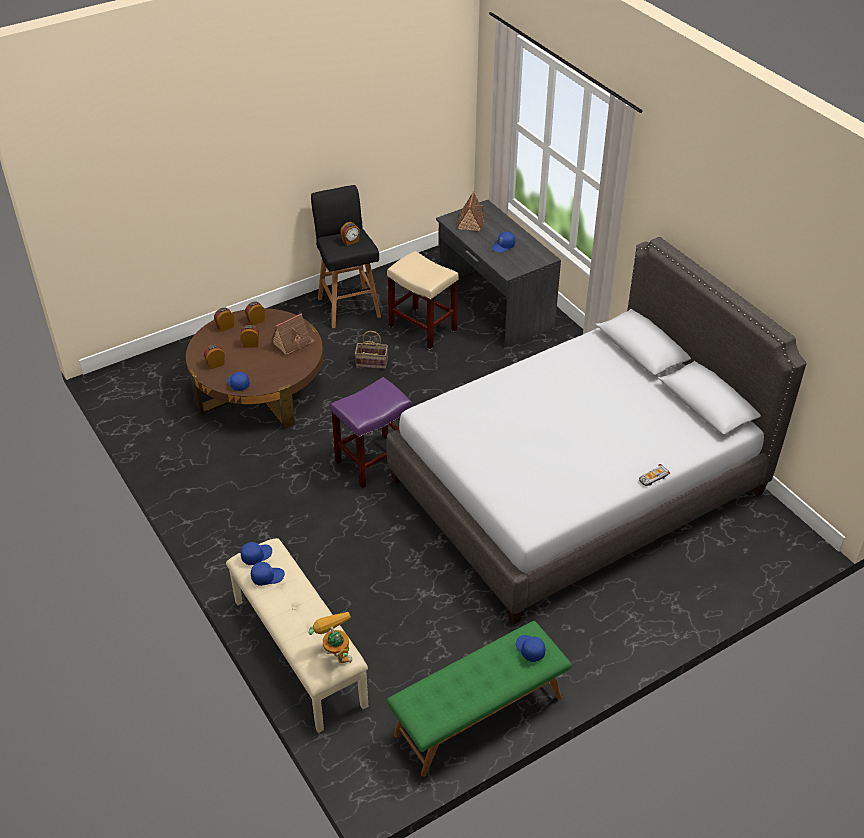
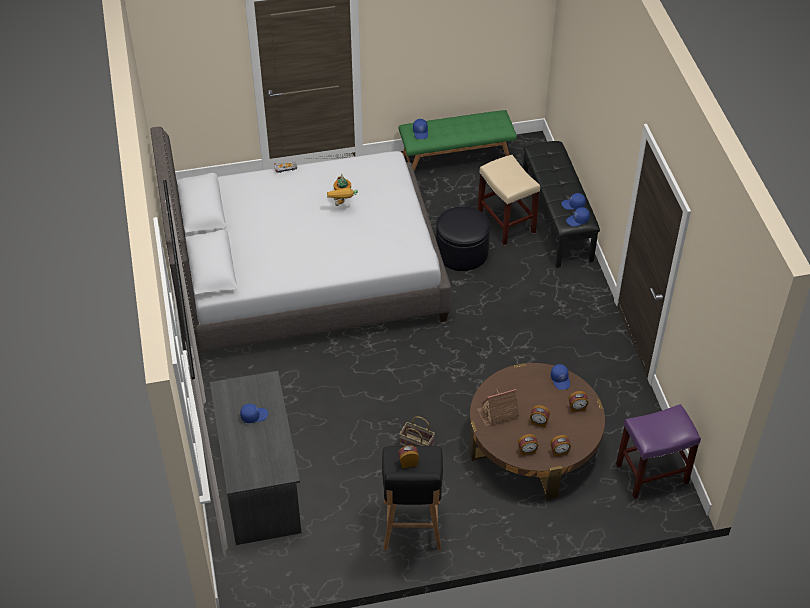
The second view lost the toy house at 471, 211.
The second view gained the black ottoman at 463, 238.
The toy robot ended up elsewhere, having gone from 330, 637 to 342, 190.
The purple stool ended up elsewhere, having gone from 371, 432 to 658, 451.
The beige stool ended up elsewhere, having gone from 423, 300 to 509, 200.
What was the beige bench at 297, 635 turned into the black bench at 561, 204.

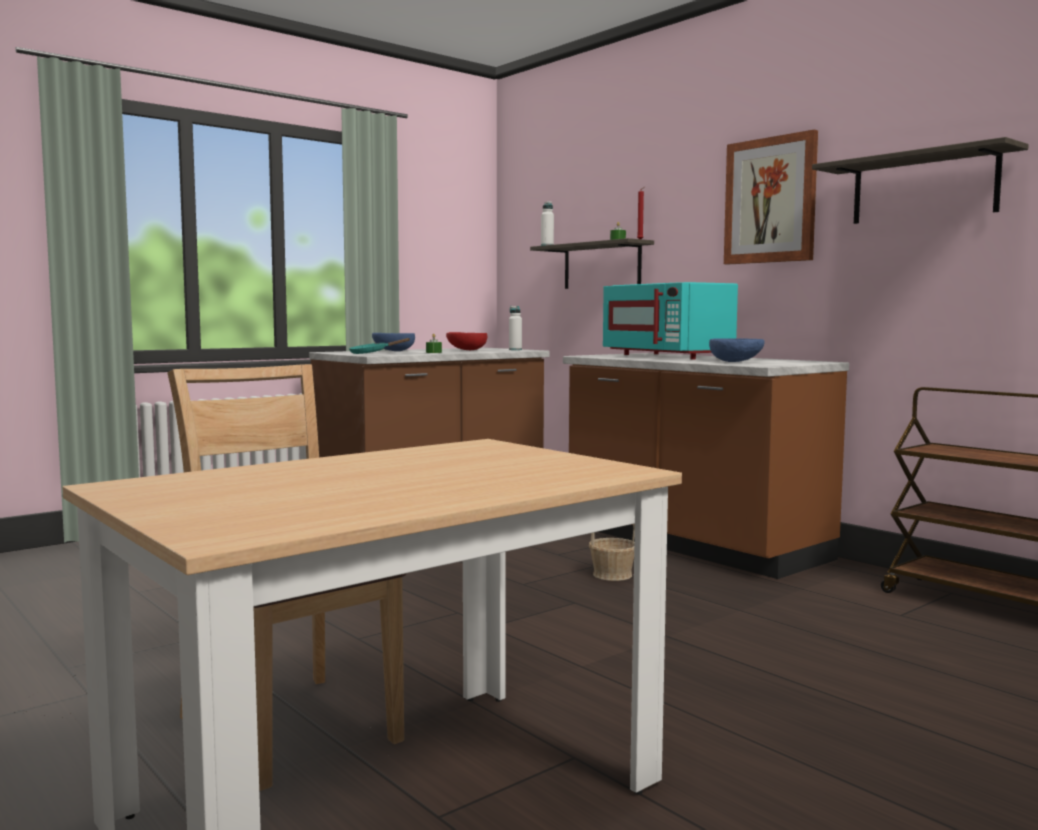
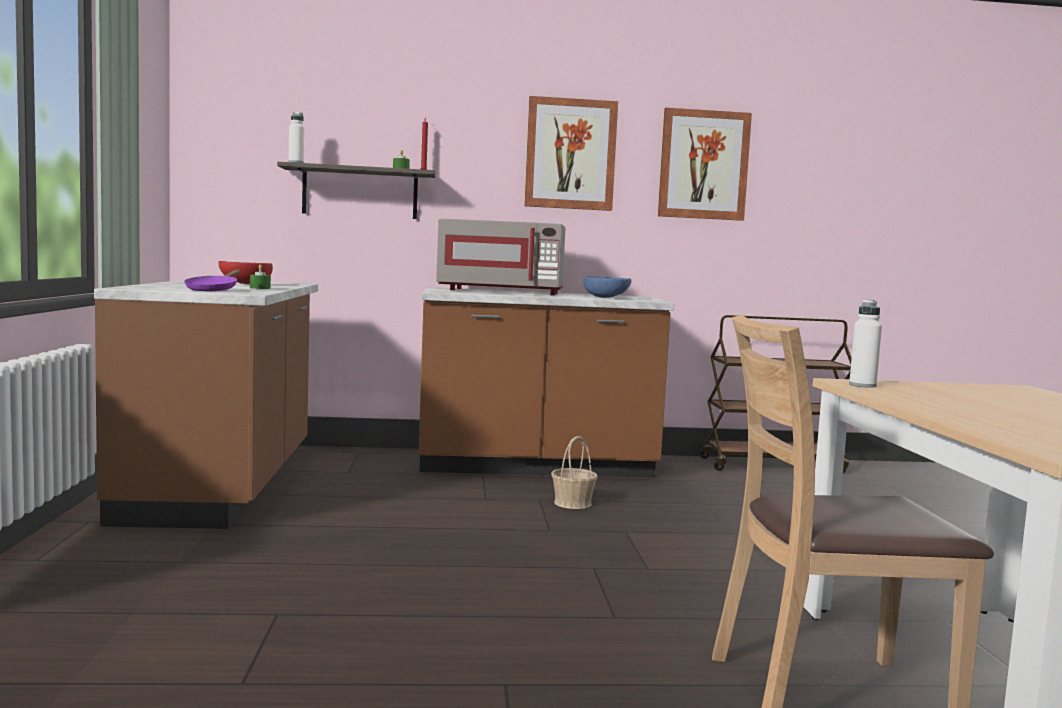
The second view lost the blue bowl at 393, 342.
The white bottle ended up elsewhere, having gone from 515, 328 to 865, 344.
Where the shelf hung at 920, 180, the picture came to hang at 705, 164.
What was the turquoise frying pan at 379, 346 turned into the purple frying pan at 212, 280.
What was the turquoise microwave at 670, 321 turned into the grey microwave at 500, 257.

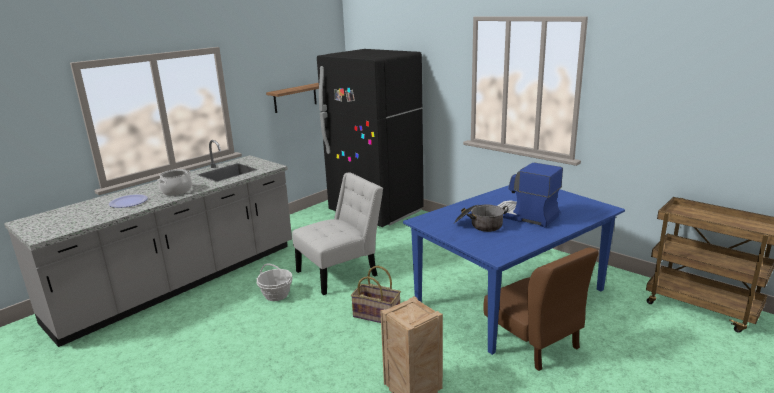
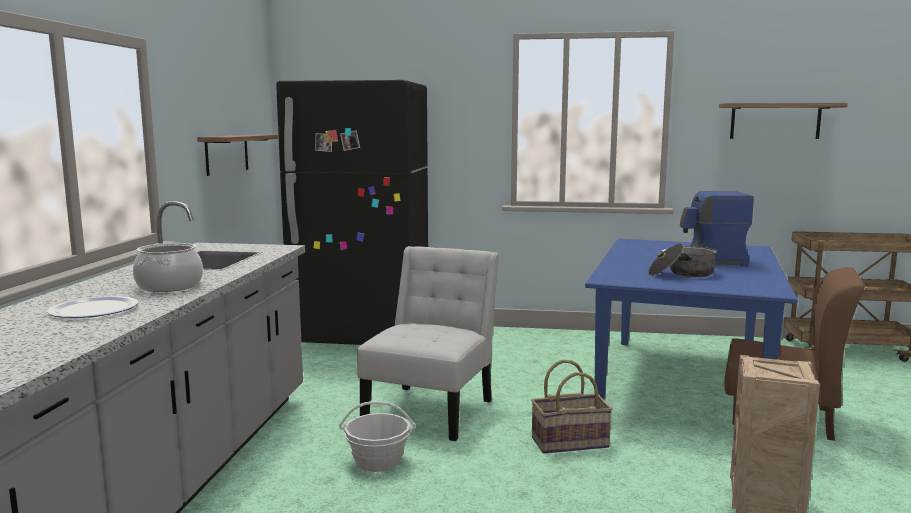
The second view gained the shelf at 783, 121.

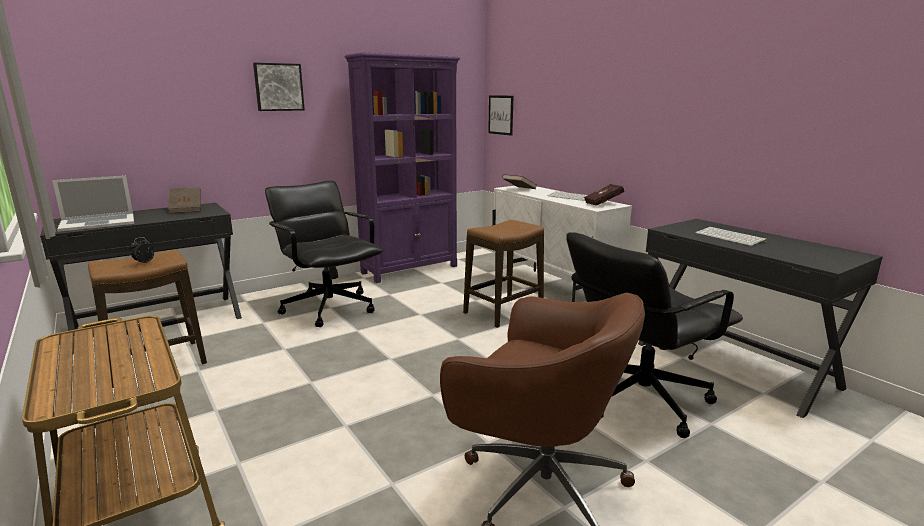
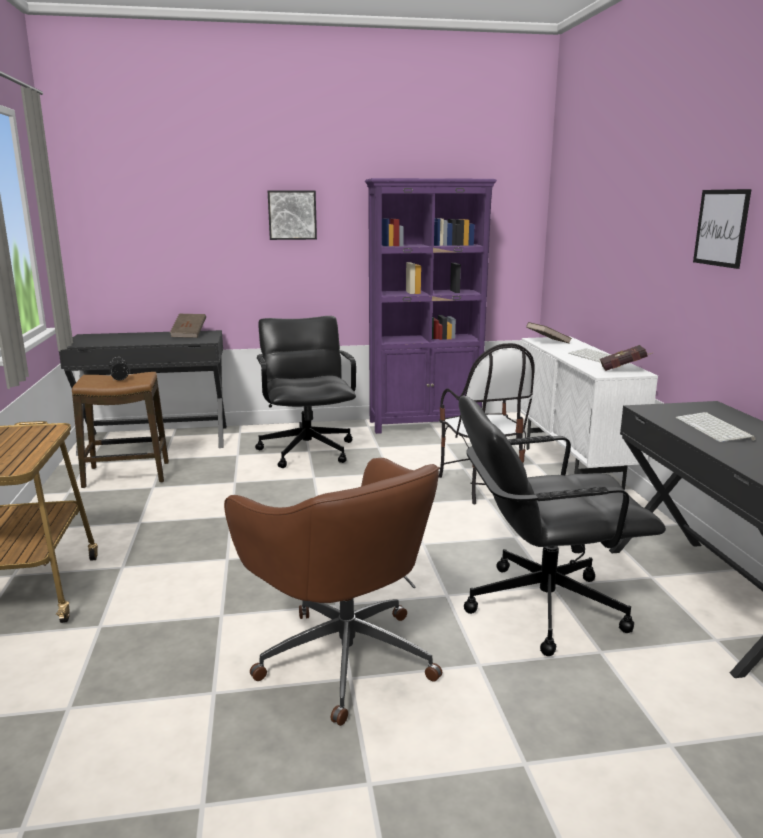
The second view lost the laptop at 93, 203.
The picture ended up elsewhere, having gone from 501, 116 to 722, 229.
Where the stool stood at 503, 274, the chair came to stand at 487, 423.

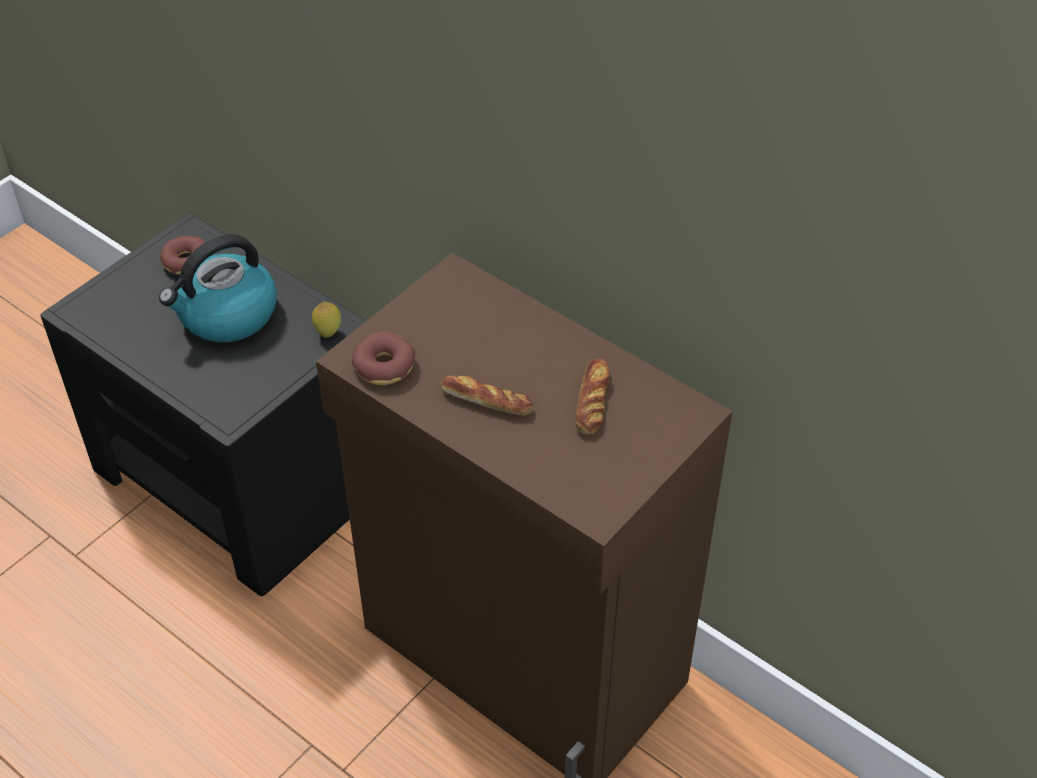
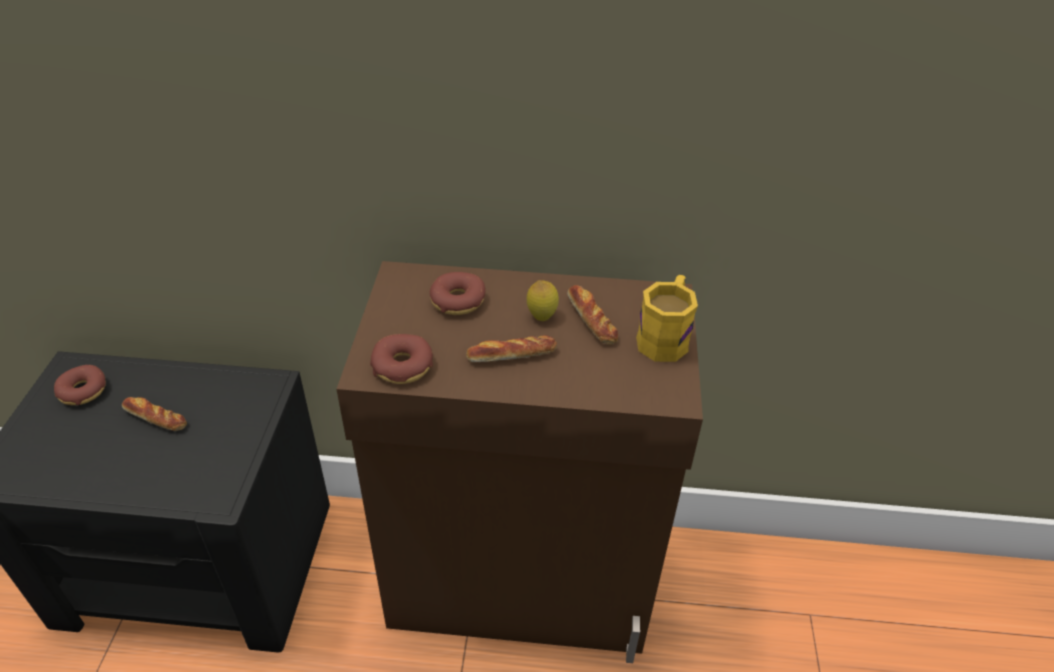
The second view gained the donut at 457, 293.
The second view gained the yellow mug at 667, 318.
The lemon ended up elsewhere, having gone from 326, 319 to 543, 300.
Where the kettle stood at 218, 288, the bread came to stand at 154, 414.

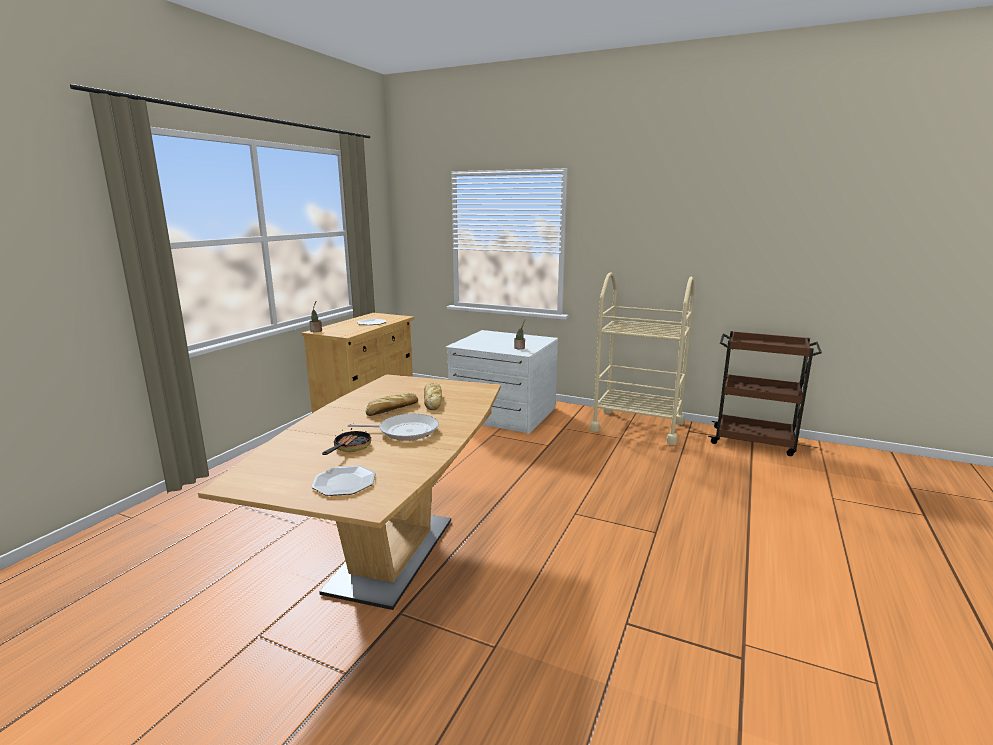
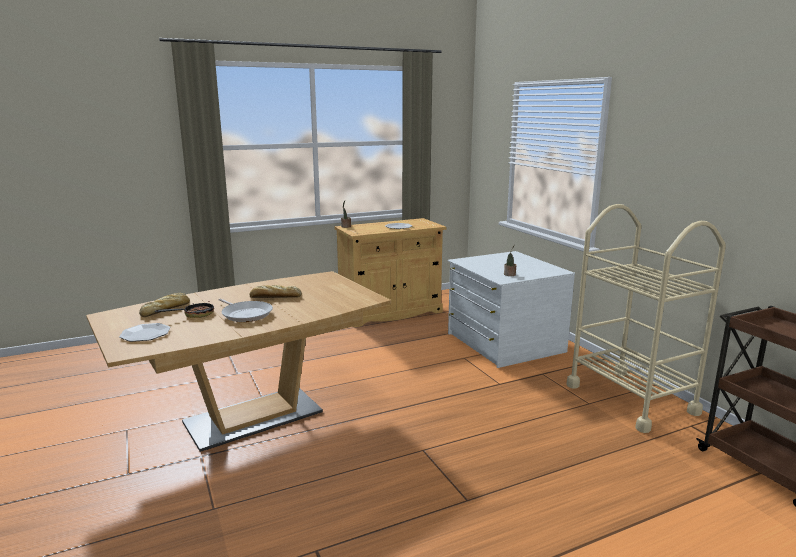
The bread ended up elsewhere, having gone from 433, 396 to 164, 305.

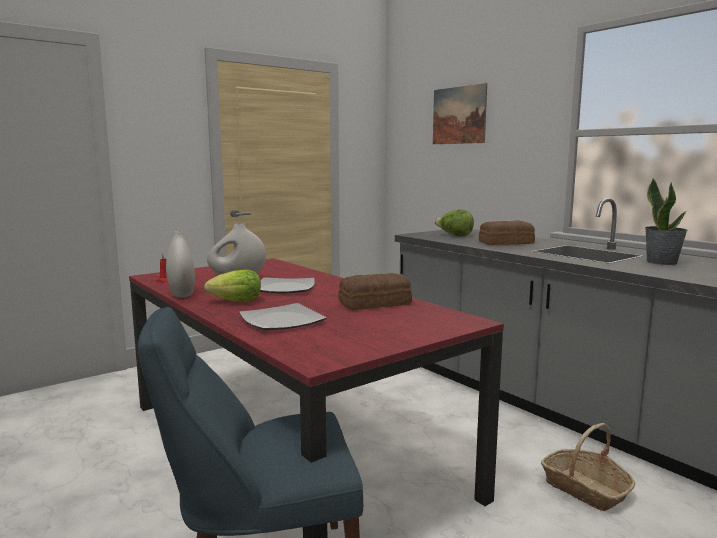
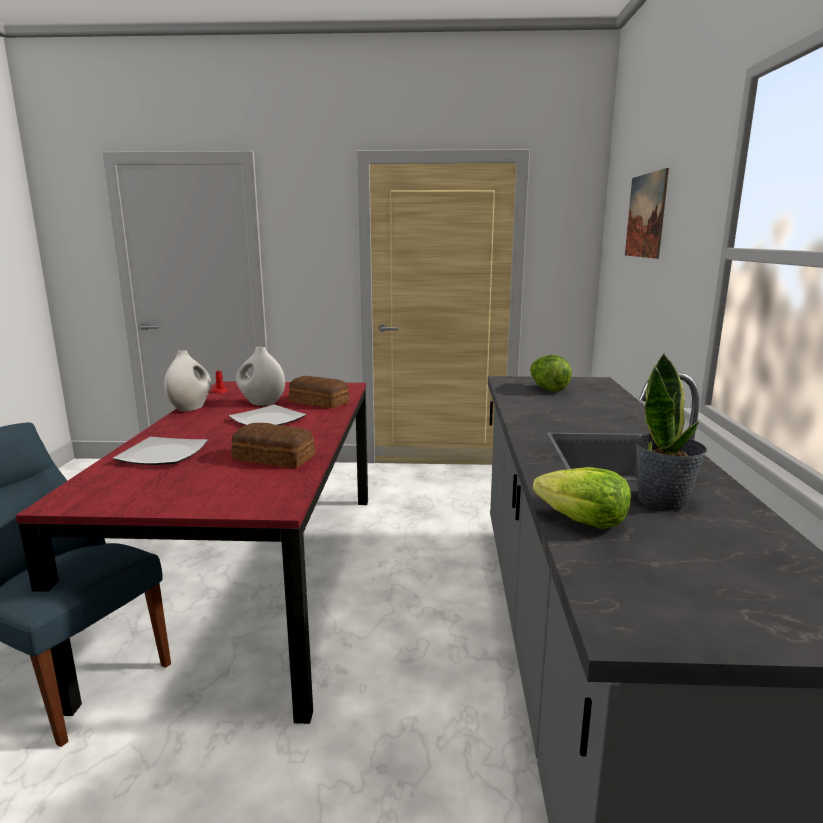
The second view lost the basket at 588, 467.
The lettuce ended up elsewhere, having gone from 232, 286 to 582, 498.
The bread ended up elsewhere, having gone from 507, 232 to 319, 392.

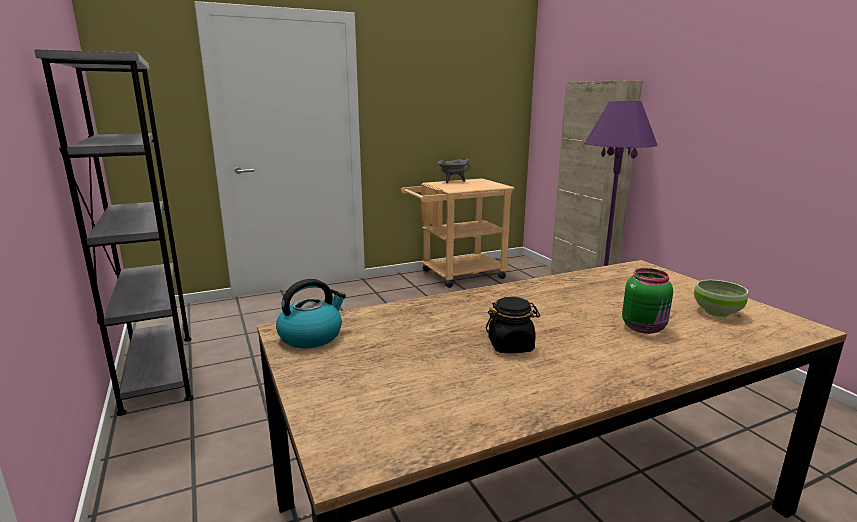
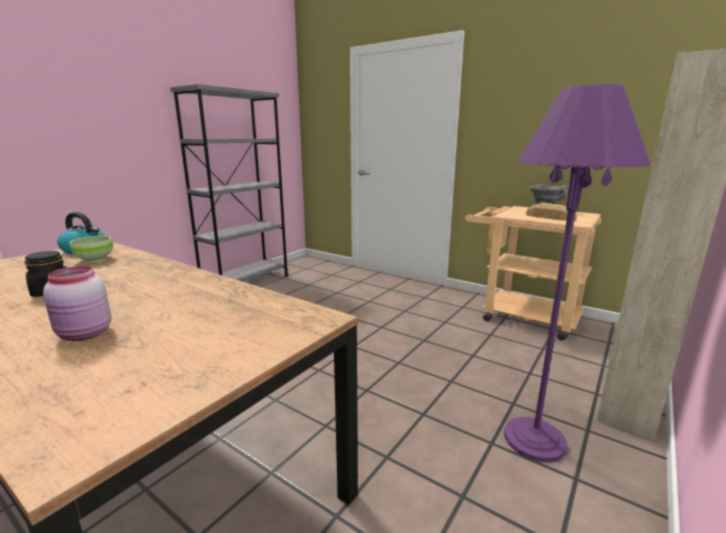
The second view gained the bread at 551, 212.
The green bowl ended up elsewhere, having gone from 721, 298 to 91, 249.
What was the green jar at 647, 301 turned into the pink jar at 77, 303.

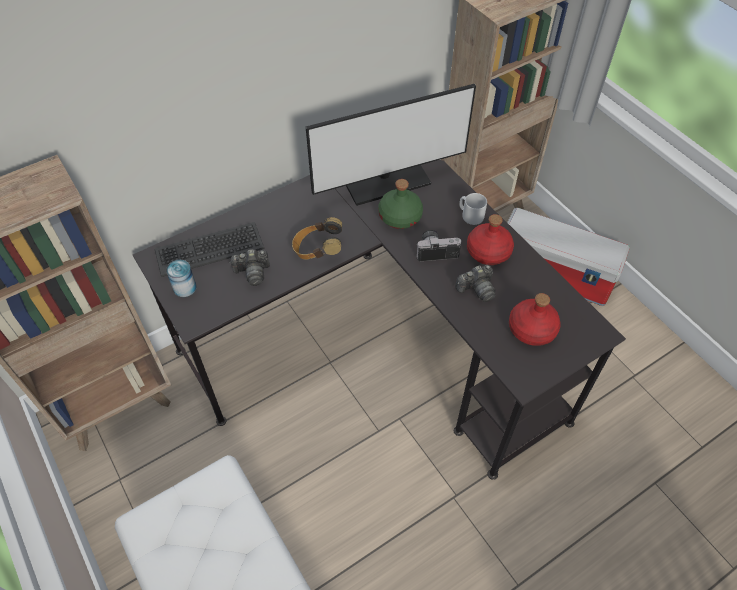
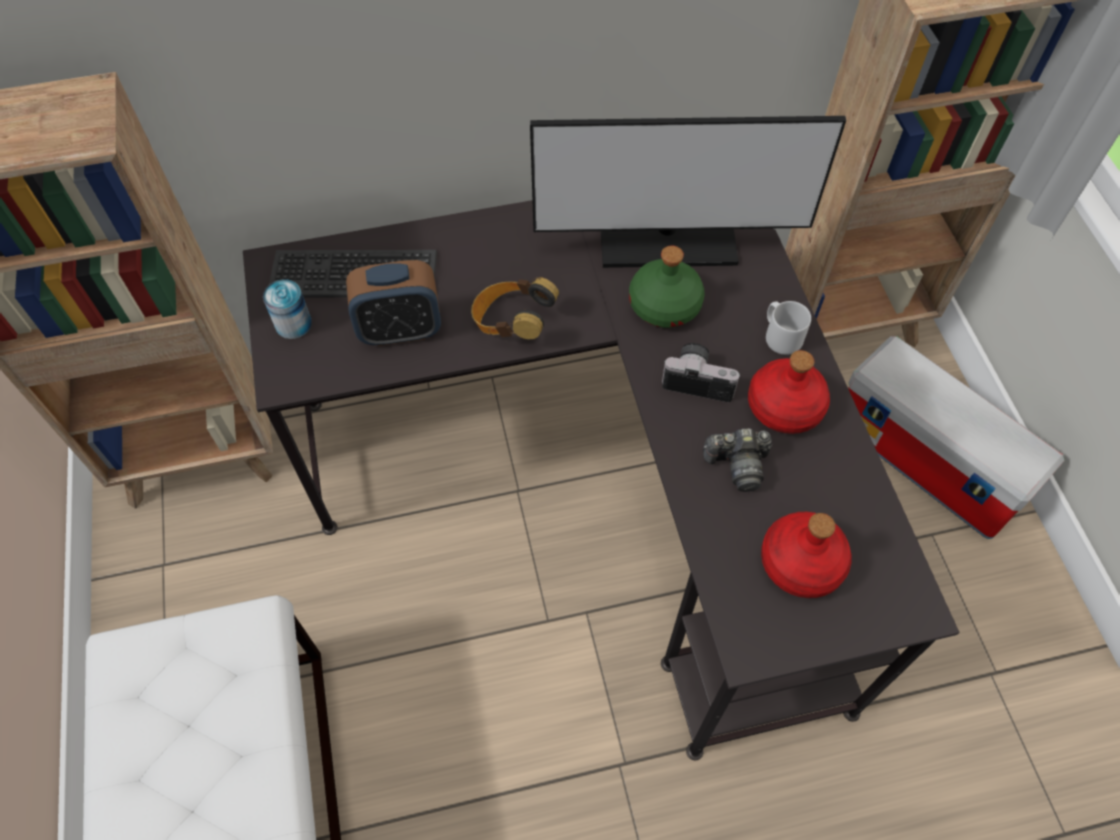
Where the photo camera stood at 249, 267, the alarm clock came to stand at 393, 303.

